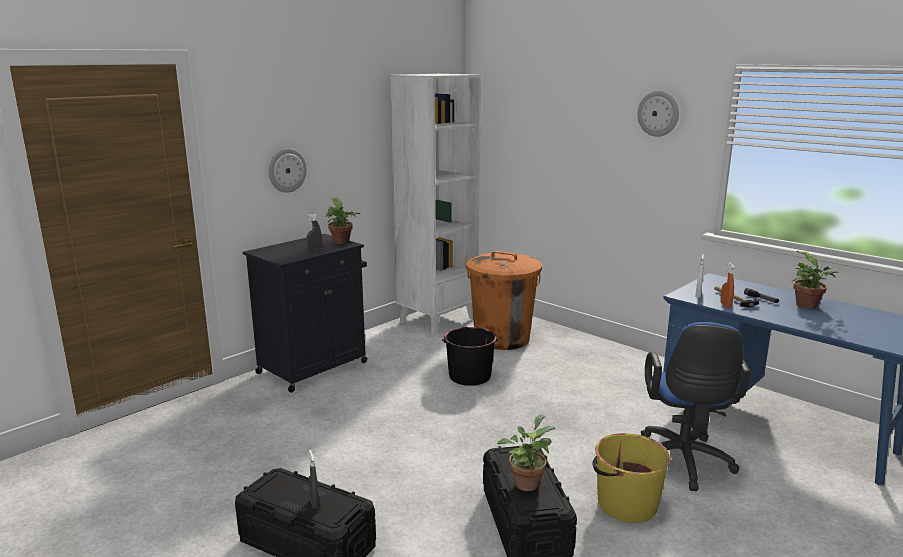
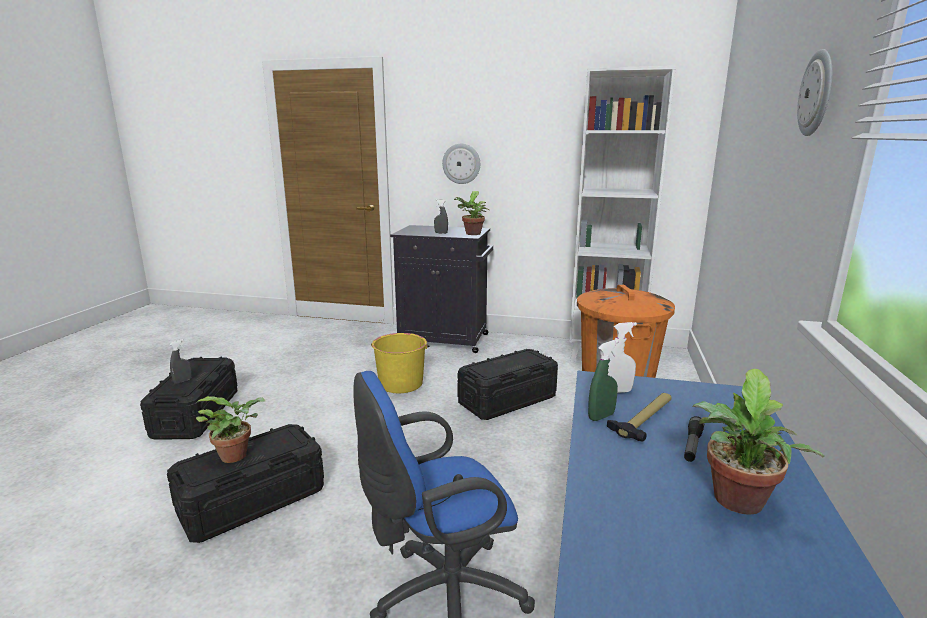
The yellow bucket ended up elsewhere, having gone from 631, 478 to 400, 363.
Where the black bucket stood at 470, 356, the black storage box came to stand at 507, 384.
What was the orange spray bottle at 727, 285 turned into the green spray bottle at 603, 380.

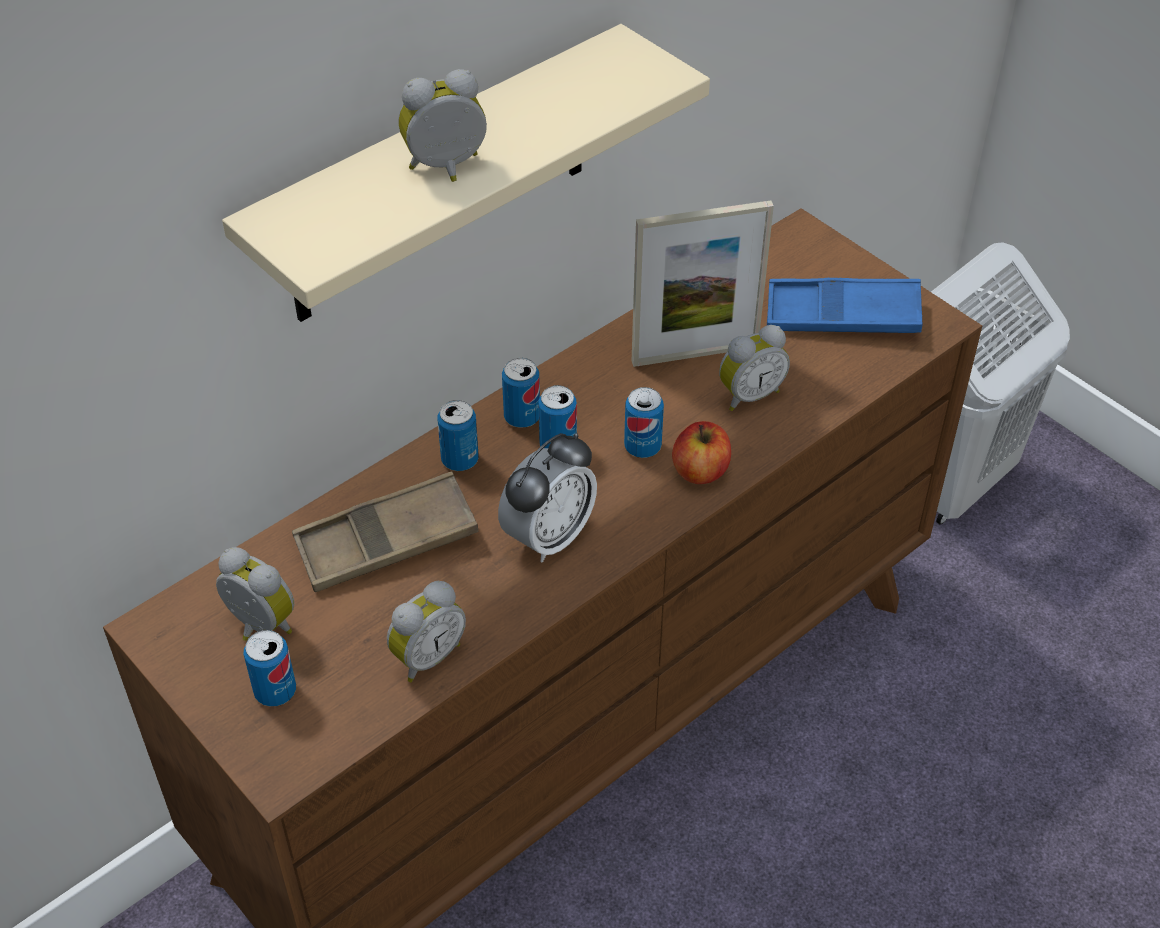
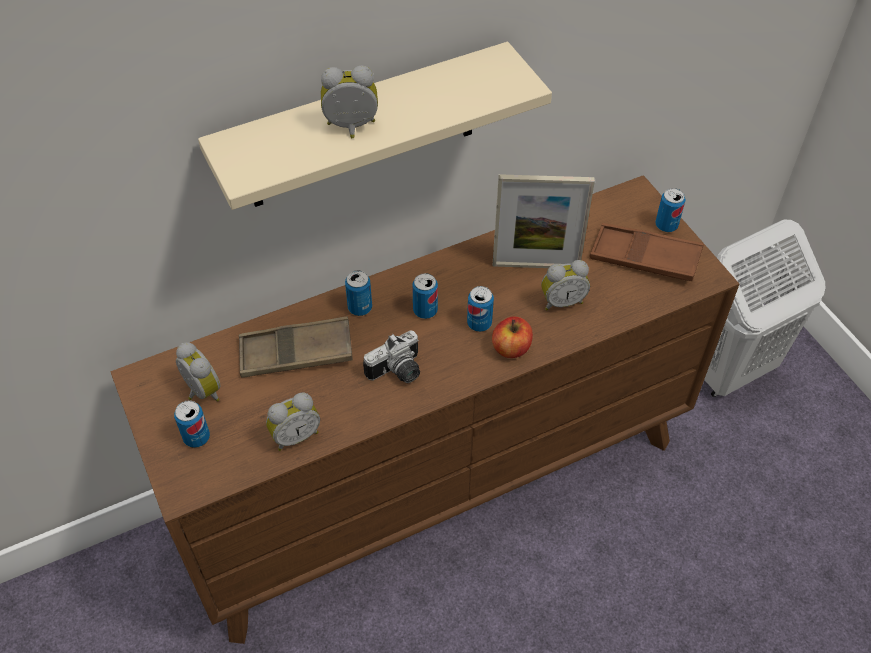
The can ended up elsewhere, having gone from 521, 393 to 670, 210.
Where the alarm clock stood at 547, 498, the photo camera came to stand at 391, 356.
What was the blue tray at 844, 305 turned into the brown tray at 646, 252.

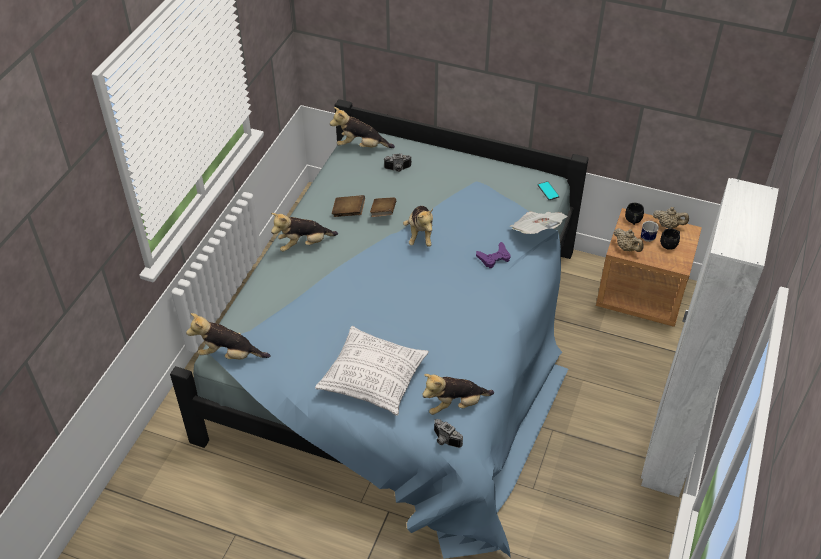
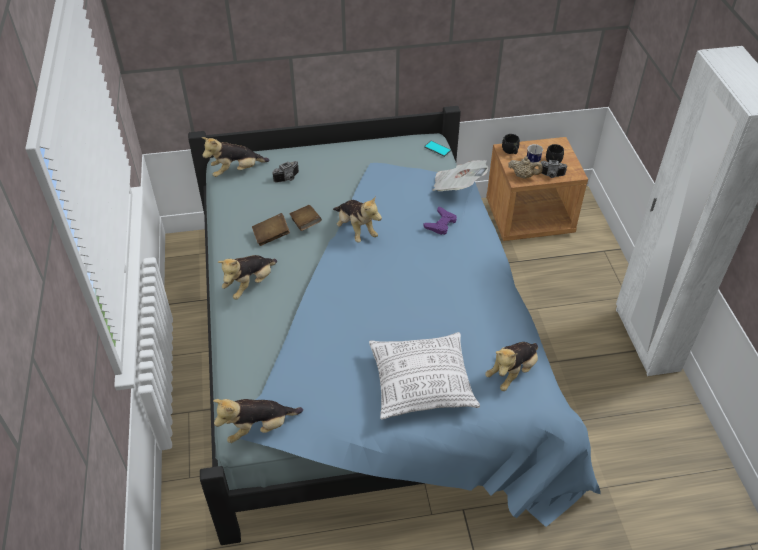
The second view lost the beige teapot at 671, 217.
The photo camera ended up elsewhere, having gone from 448, 433 to 554, 169.

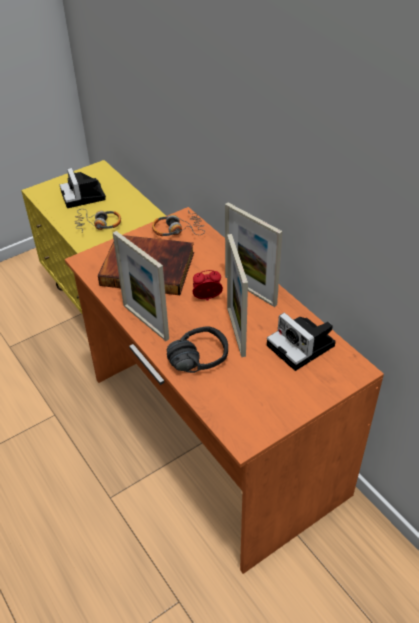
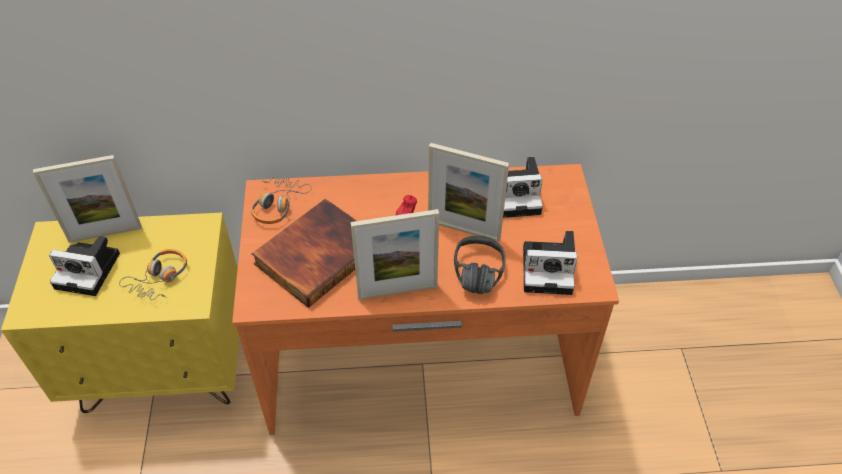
The second view gained the photo camera at 550, 263.
The picture frame ended up elsewhere, having gone from 253, 255 to 87, 199.

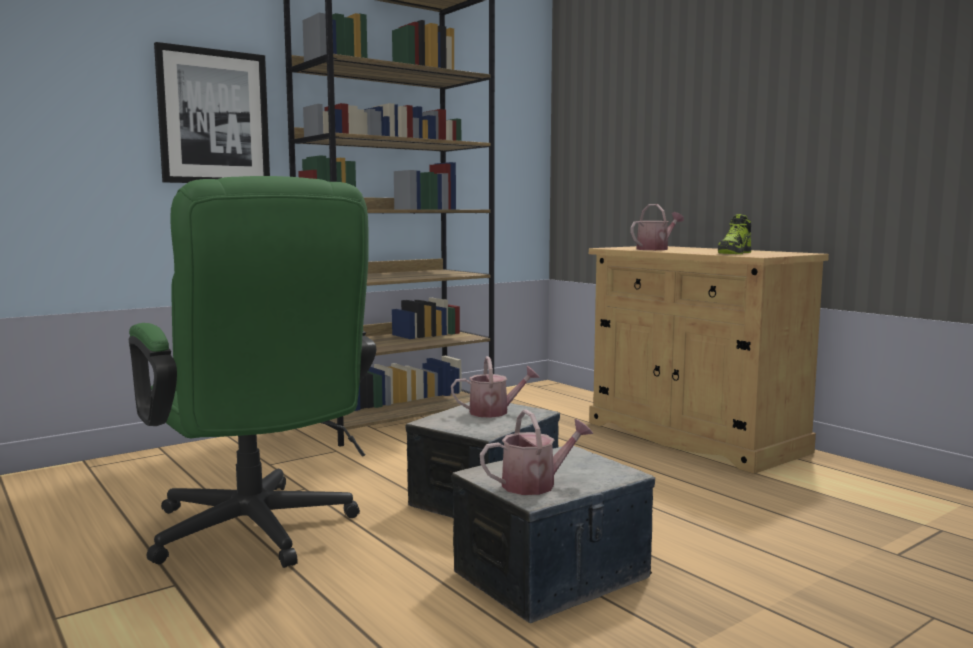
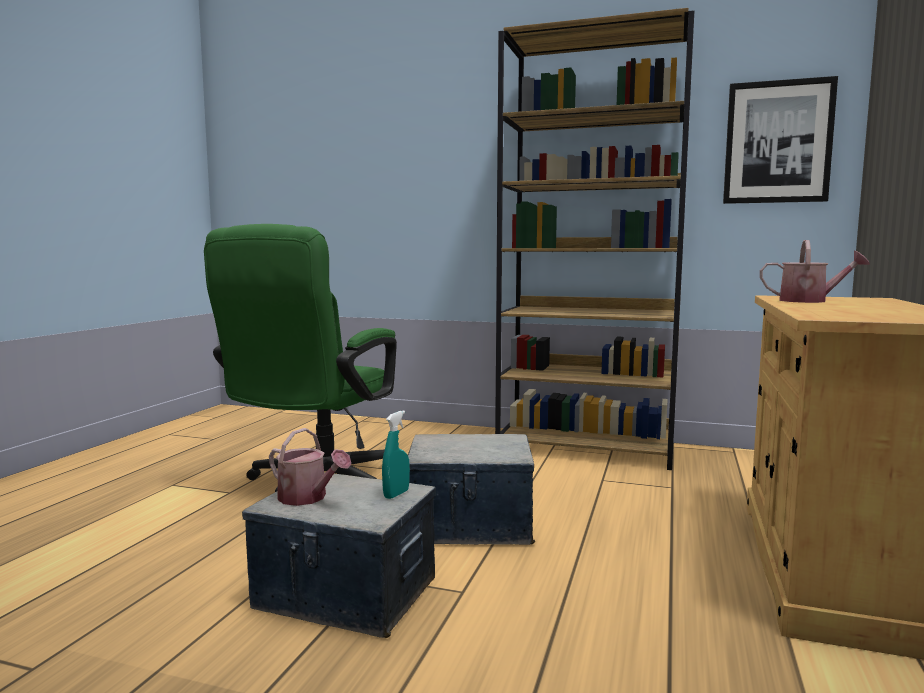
The second view lost the watering can at 495, 387.
The second view lost the shoe at 735, 234.
The second view gained the turquoise spray bottle at 396, 454.
The picture ended up elsewhere, having gone from 212, 112 to 780, 140.

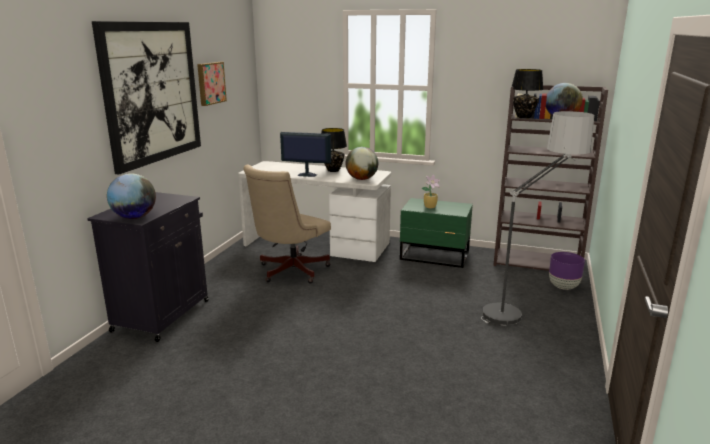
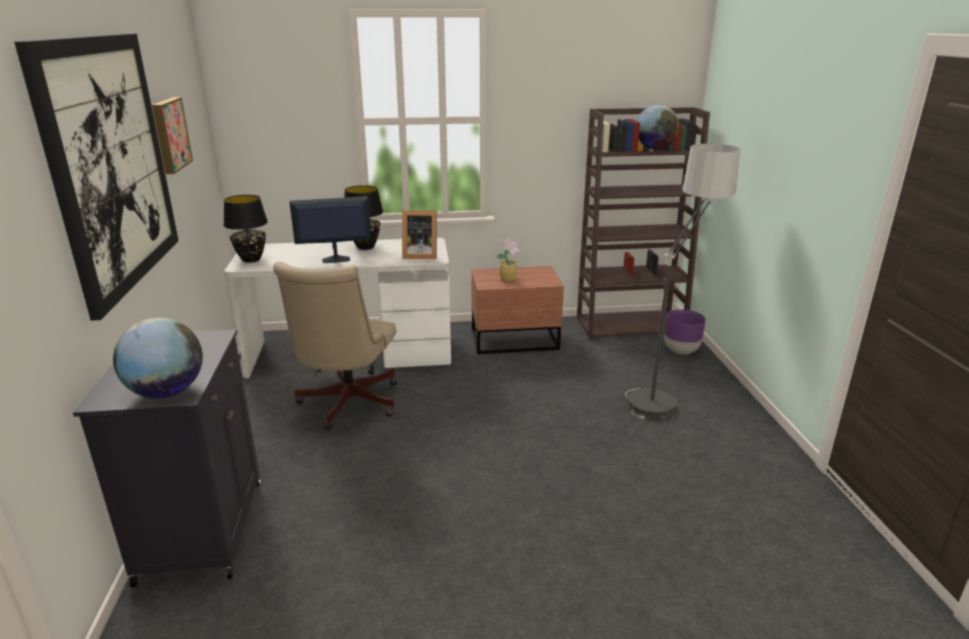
The black table lamp ended up elsewhere, having gone from 527, 94 to 245, 229.
Where the globe stood at 362, 163, the picture frame came to stand at 419, 235.
What was the green nightstand at 436, 233 turned into the brown nightstand at 517, 310.

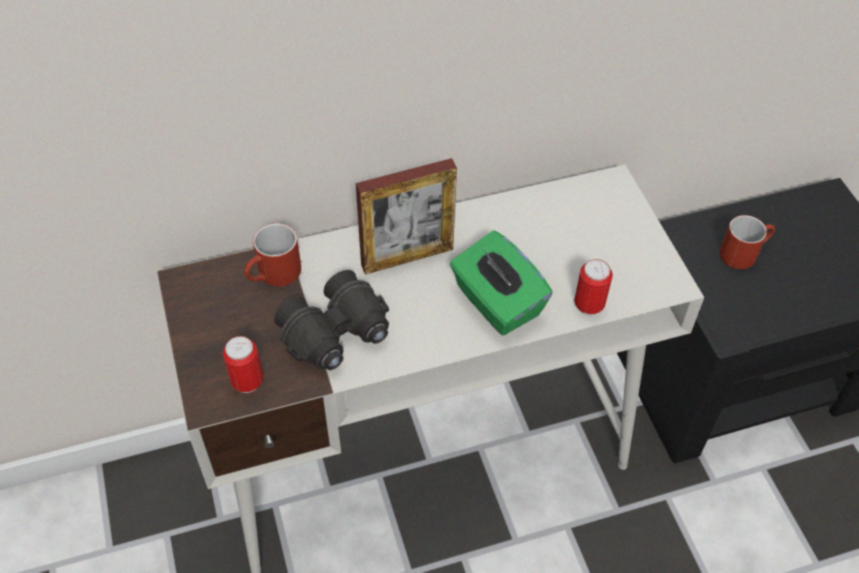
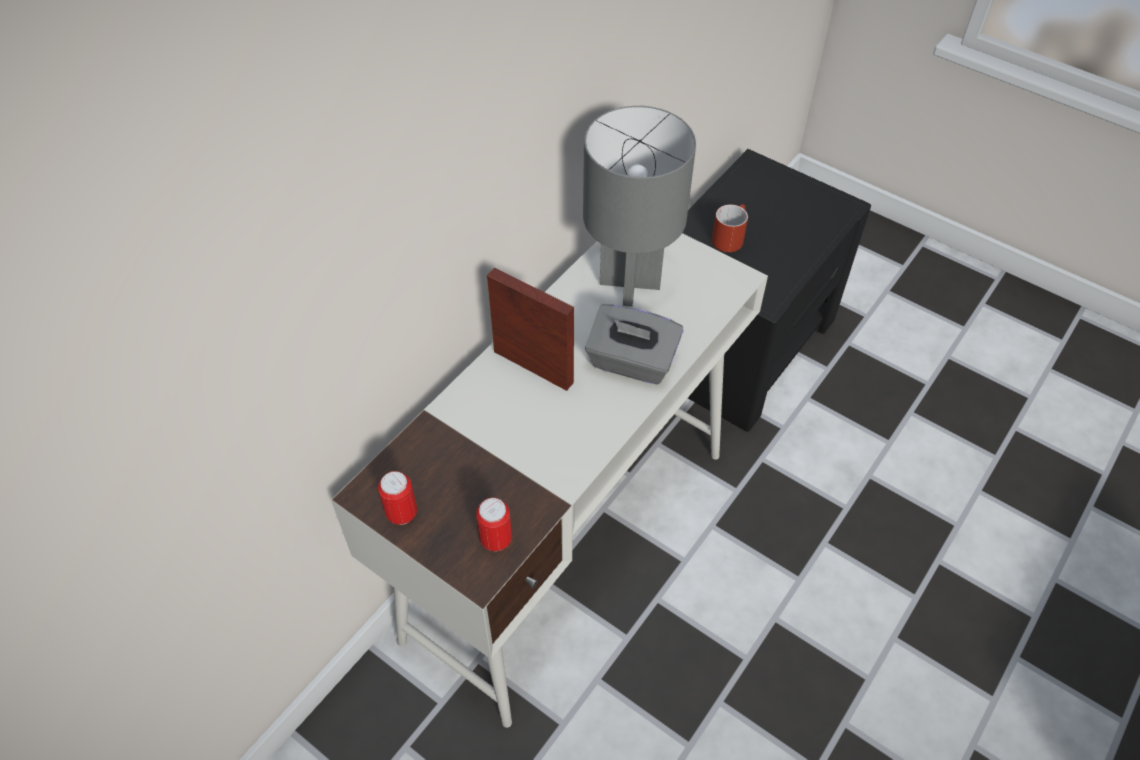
The second view lost the red mug at 272, 255.
The second view lost the black binoculars at 331, 320.
The second view gained the grey table lamp at 639, 206.
The can ended up elsewhere, having gone from 593, 287 to 397, 498.
What was the green tissue box at 501, 283 turned into the grey tissue box at 634, 344.
The picture frame at 406, 216 ended up facing another way, 90 degrees counterclockwise from before.

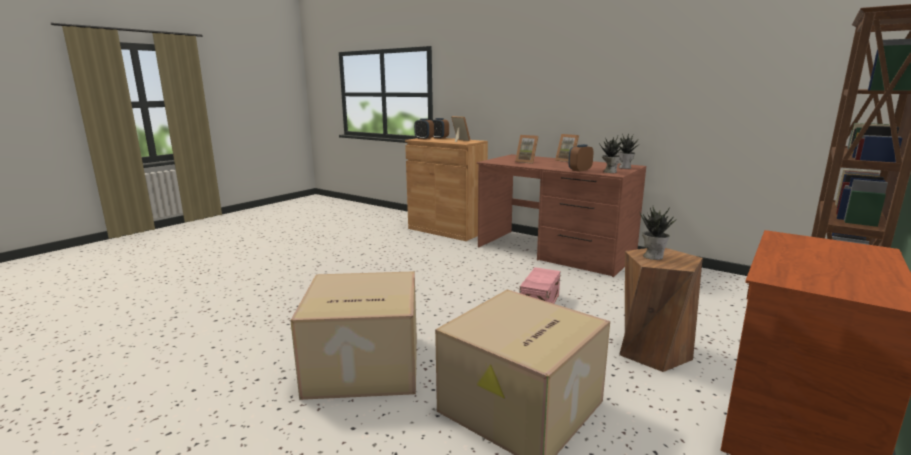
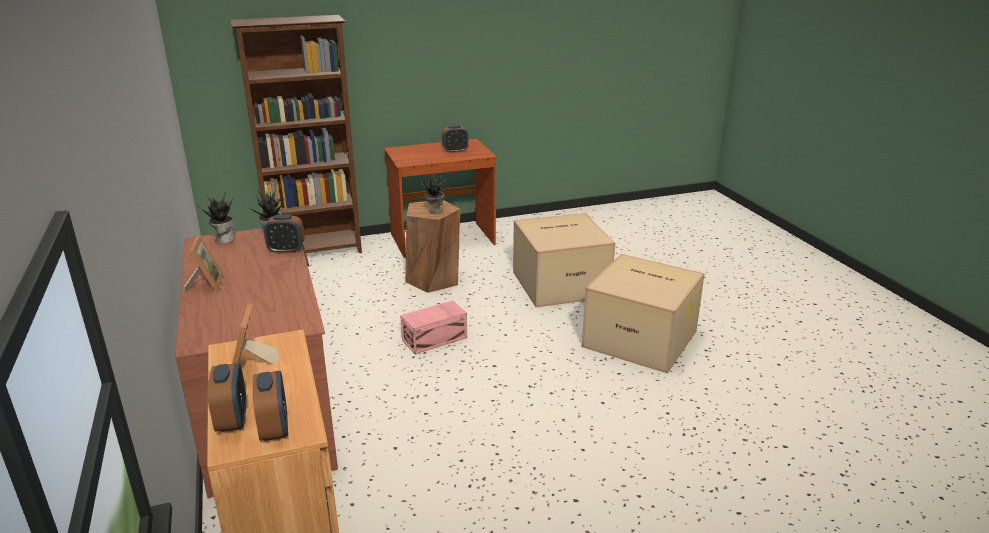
The second view lost the picture frame at 527, 149.
The second view gained the alarm clock at 455, 139.

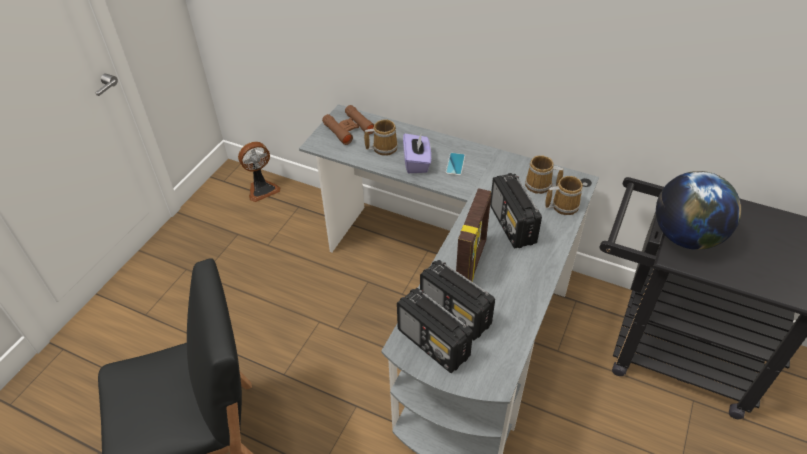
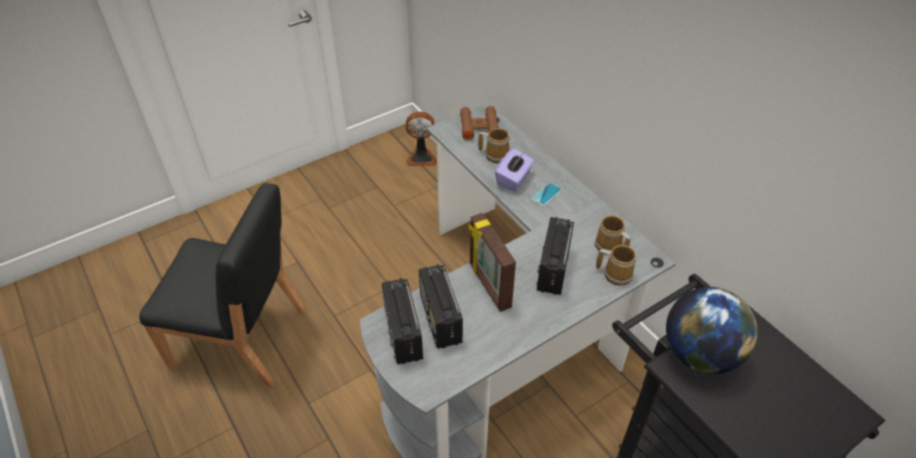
The picture frame at 473, 235 ended up facing another way, 105 degrees clockwise from before.

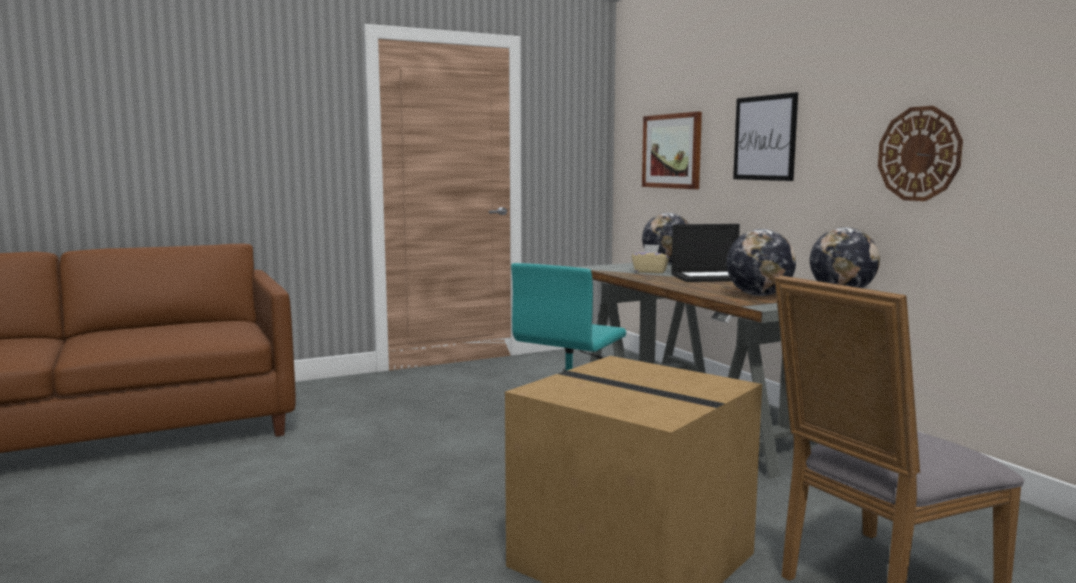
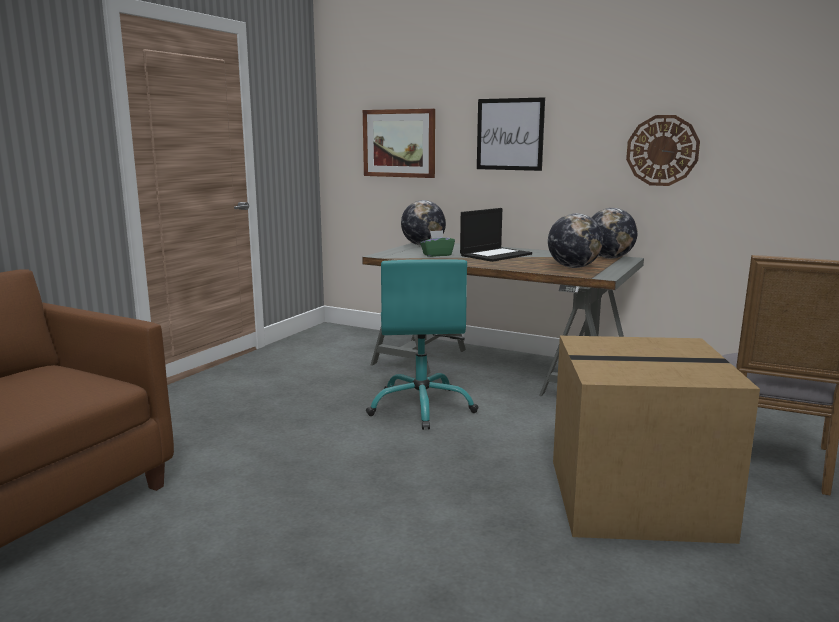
What was the beige tissue box at 650, 258 turned into the green tissue box at 437, 243.

